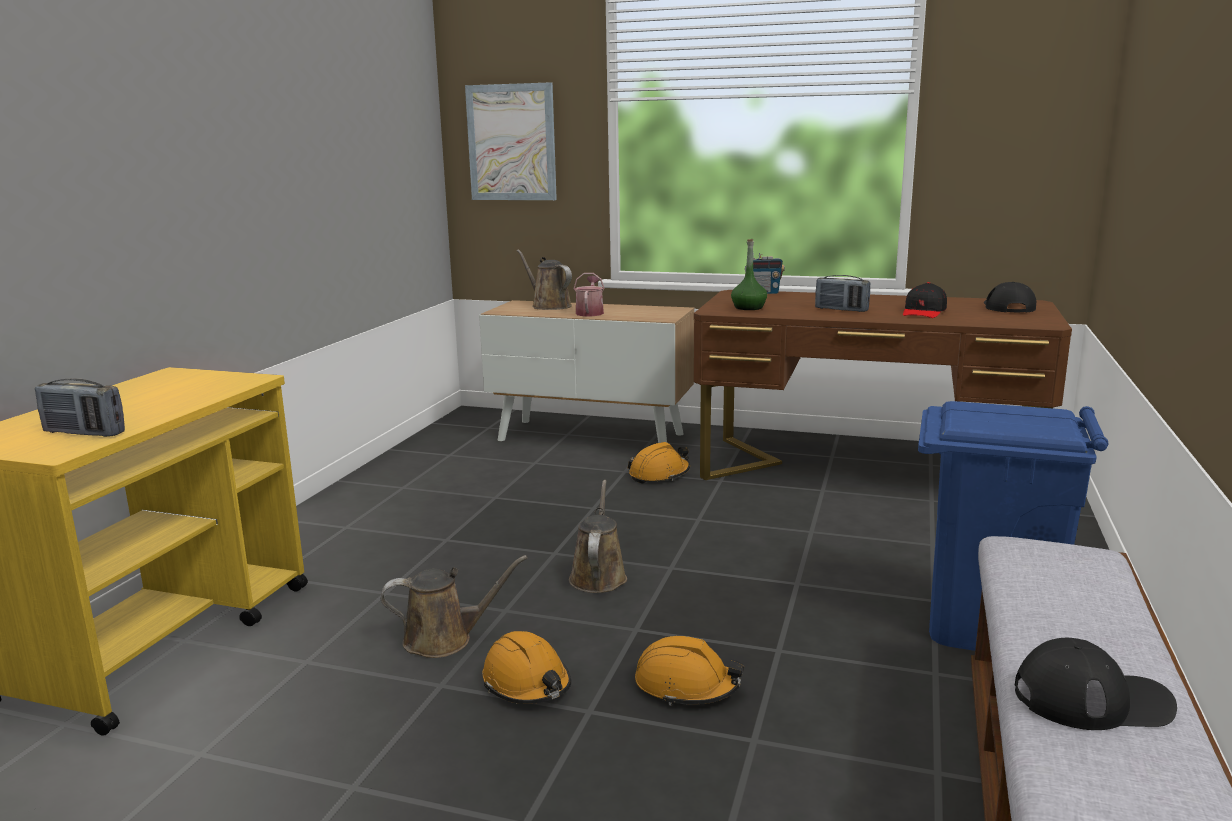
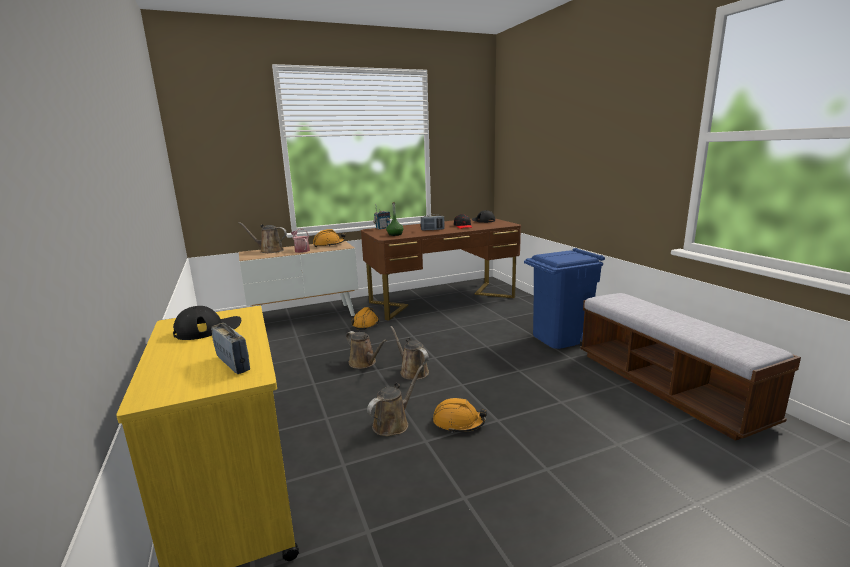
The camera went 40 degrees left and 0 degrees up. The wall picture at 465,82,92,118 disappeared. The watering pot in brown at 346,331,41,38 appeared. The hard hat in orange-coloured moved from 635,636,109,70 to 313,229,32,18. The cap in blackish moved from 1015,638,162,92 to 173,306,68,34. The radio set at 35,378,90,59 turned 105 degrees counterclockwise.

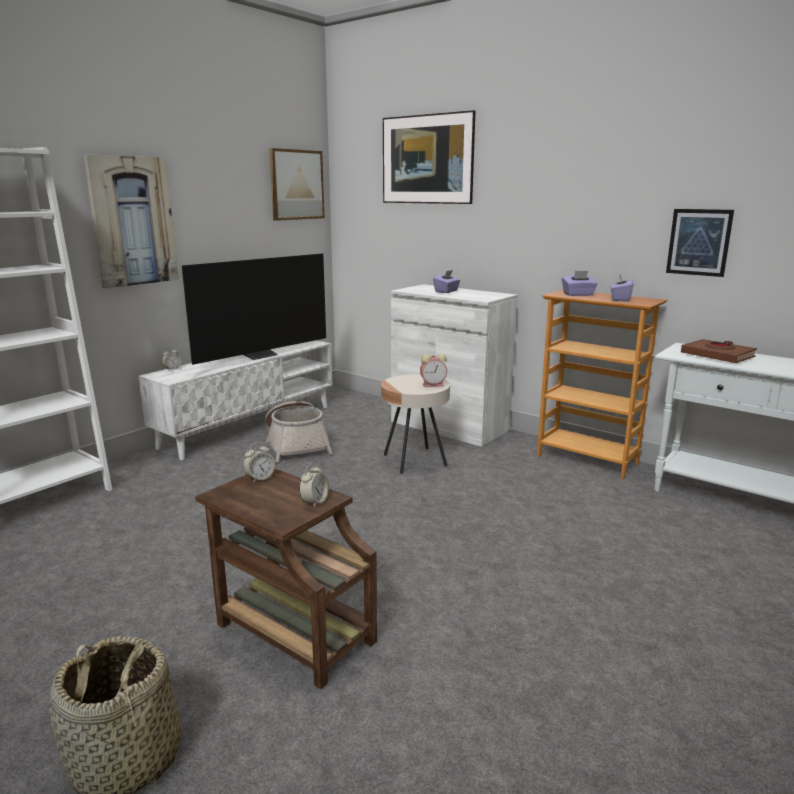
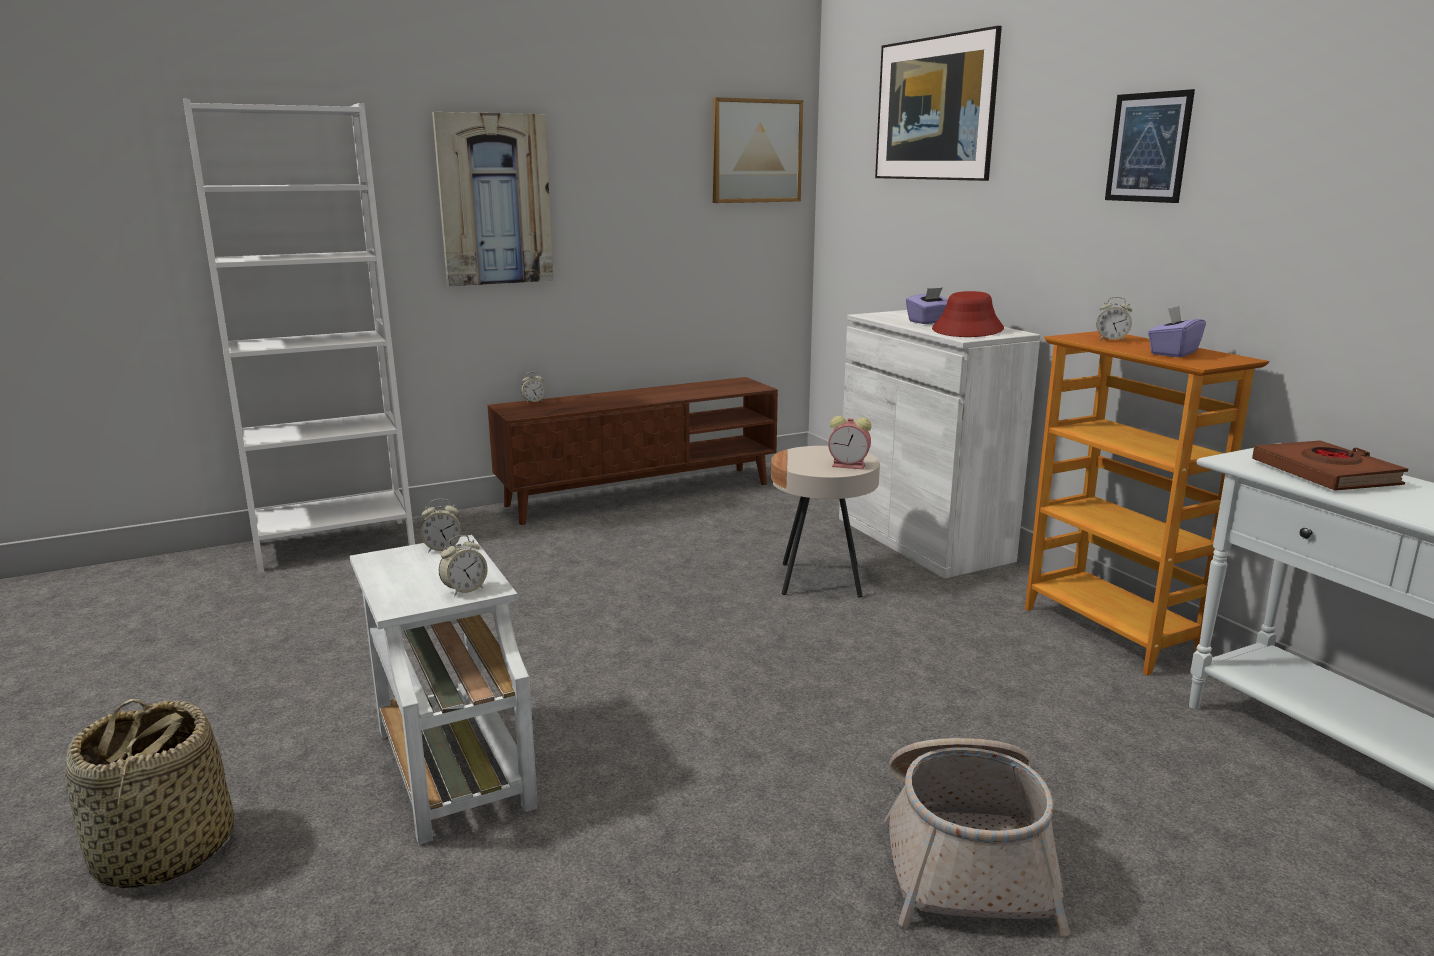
The camera went 25 degrees right and 0 degrees up. The TV set at 182,253,144,112 disappeared. The wearable hat in red-coloured at 932,291,72,46 appeared. The household basket moved from 265,401,68,61 to 884,738,186,199. The wall picture moved from 666,209,68,68 to 1105,89,90,114. The tissue holder in purple at 562,271,36,25 was replaced by the bedside clock at 1096,297,36,45. The media console in white-coloured at 138,340,194,120 became the media console in brown at 487,377,291,148. The side table in brown at 195,469,182,220 became the side table in white-coloured at 350,535,188,310.

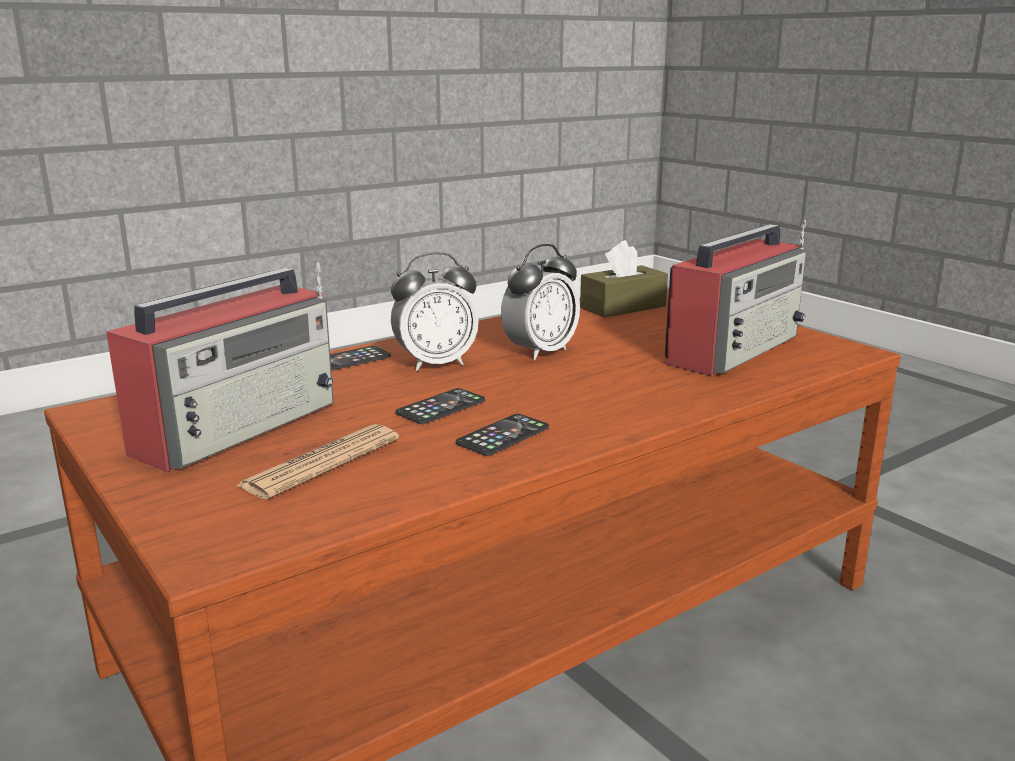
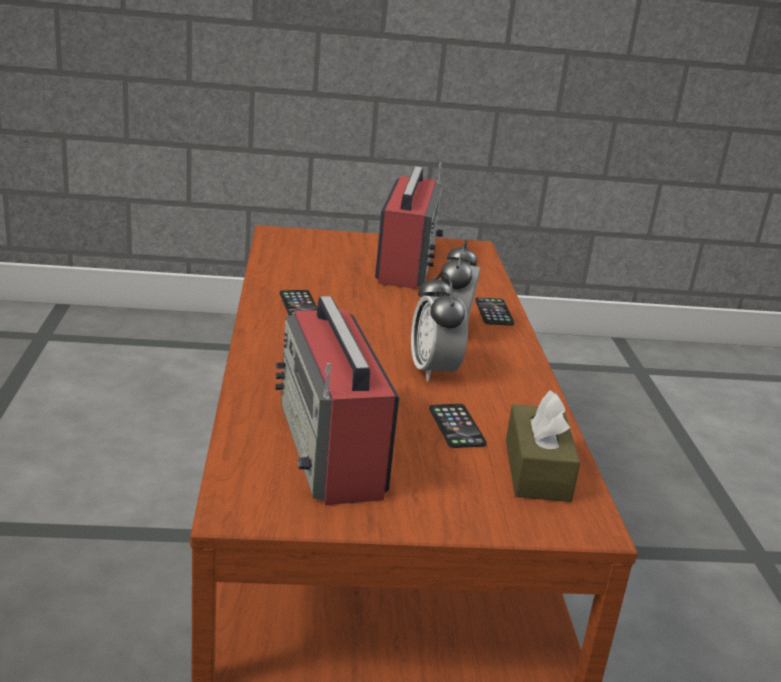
The camera went 120 degrees right and 5 degrees up. The newspaper at 236,424,163,75 disappeared. The handset moved from 395,388,90,36 to 429,404,58,44. The radio set at 106,262,228,210 turned 150 degrees counterclockwise.

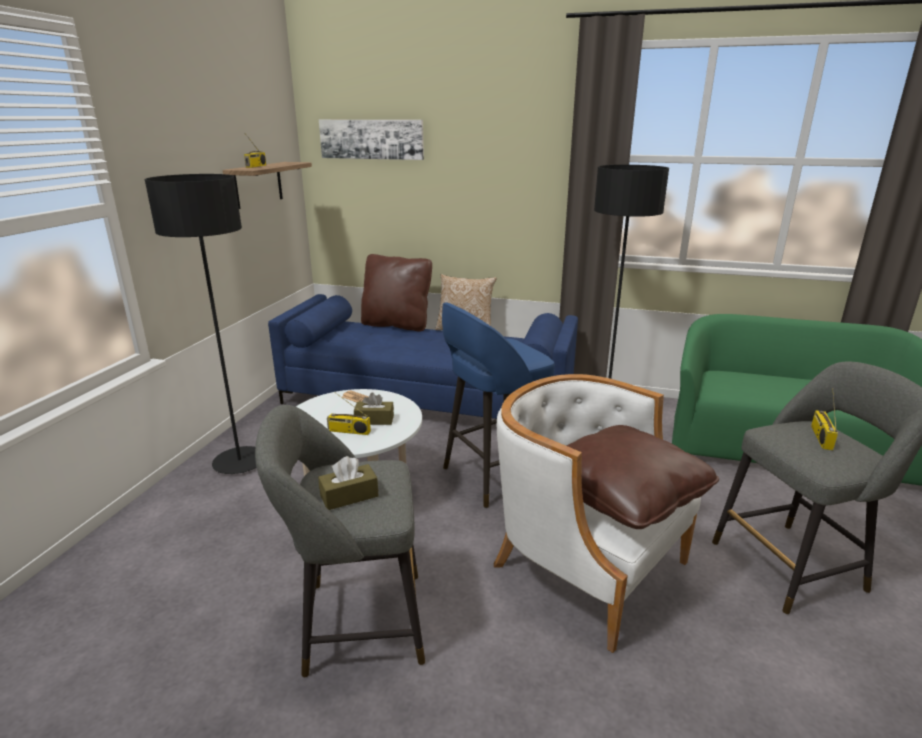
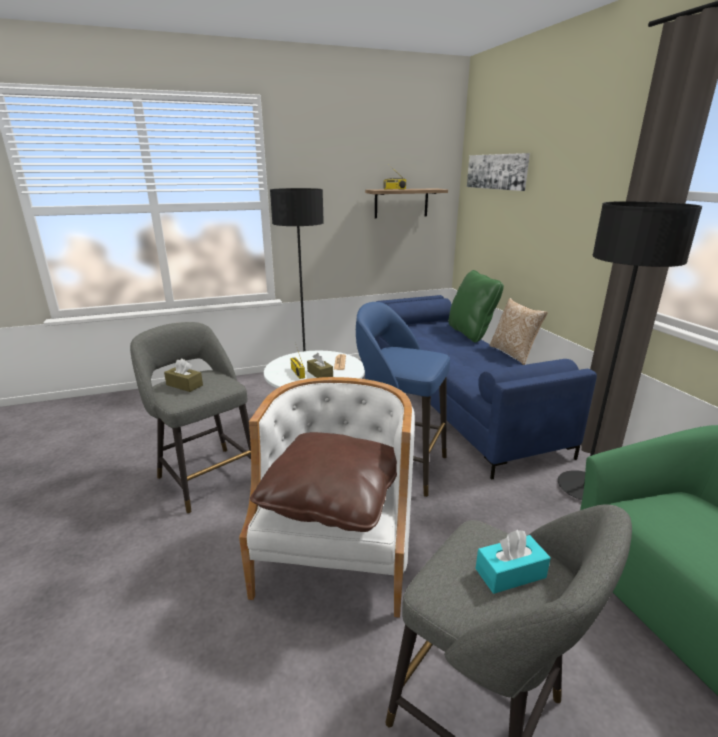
The camera went 55 degrees right and 0 degrees up. The radio set at 811,388,27,62 was replaced by the tissue holder in turquoise-coloured at 476,530,75,64. The pillow in brown at 361,254,71,78 became the pillow in green at 448,270,56,73.

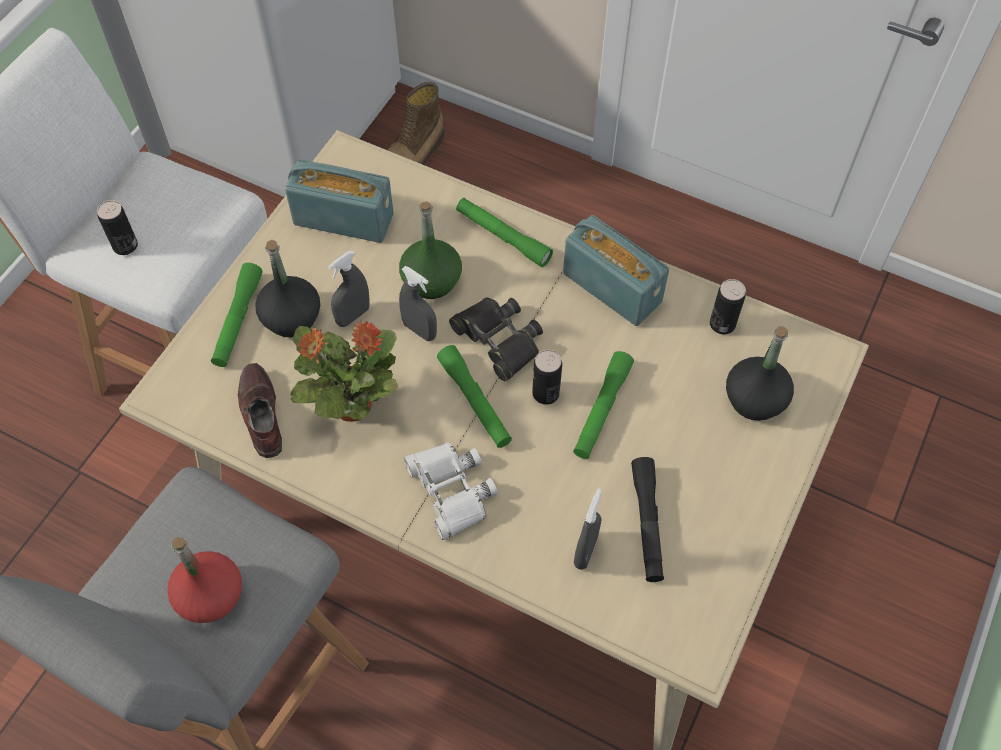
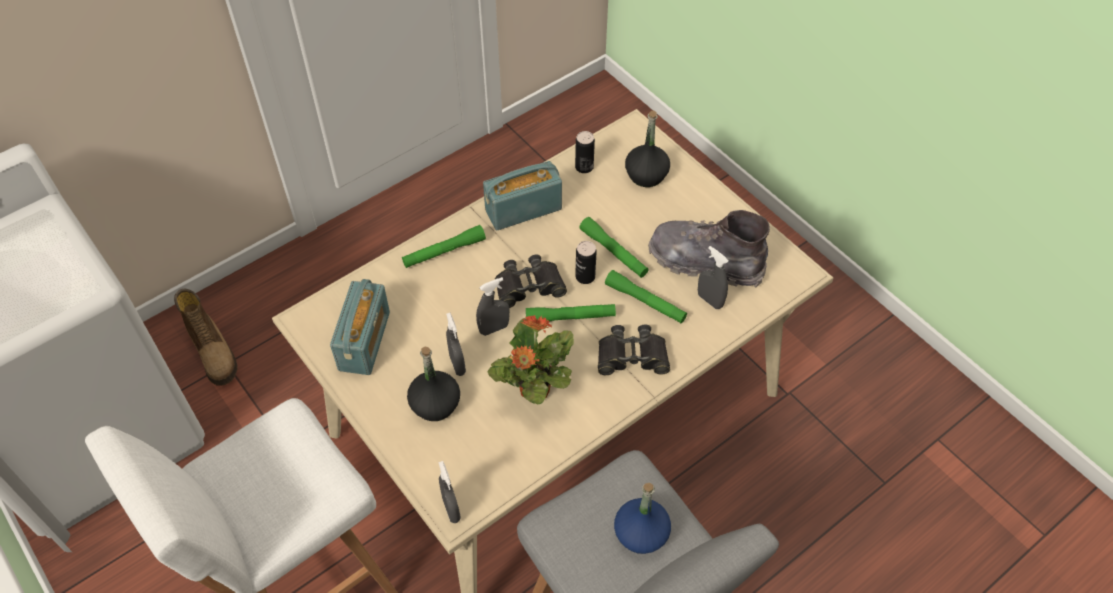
The camera went 65 degrees left and 5 degrees down. The can at 97,200,41,55 disappeared. The item of footwear in brown at 238,363,44,95 disappeared. The drink bottle in green at 399,201,63,98 disappeared. The spray bottle in greyish at 439,461,22,62 appeared. The torch in green moved from 211,263,52,104 to 605,270,82,53. The torch in blackish at 631,457,33,125 was replaced by the high-top boot in greyish at 648,210,122,78. The drink bottle in red-coloured at 167,537,75,86 became the drink bottle in blue-coloured at 614,483,57,71. The pair of binoculars in white-coloured at 404,442,94,98 became the pair of binoculars in blackish at 598,325,72,50. The radio set at 285,159,108,84 turned 150 degrees clockwise.

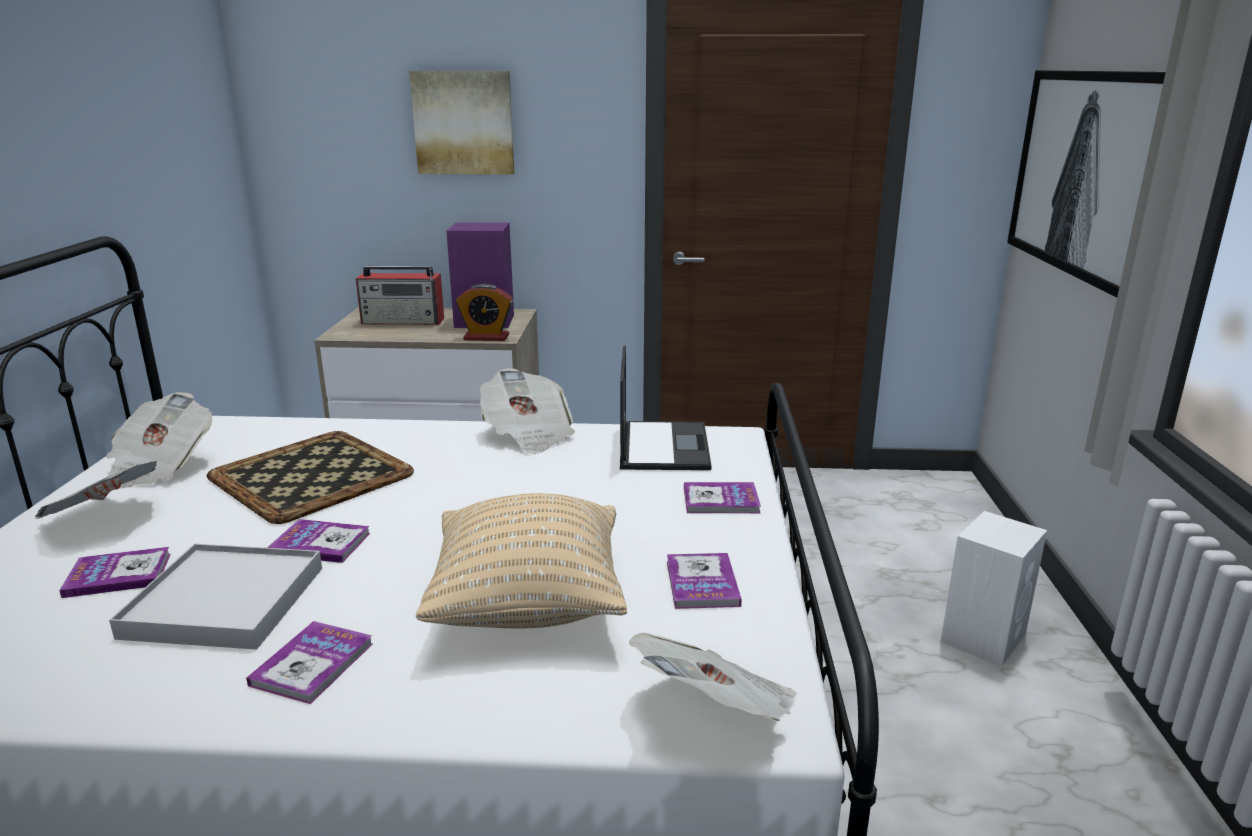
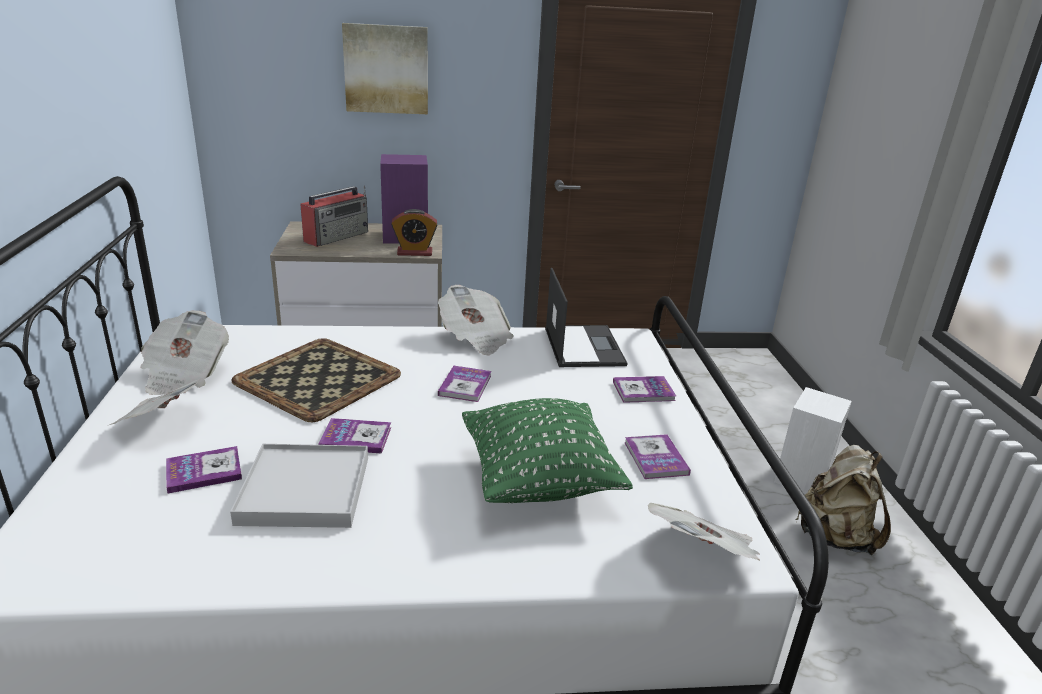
The camera went 10 degrees left and 5 degrees up. The wall picture at 1007,70,159,227 disappeared. The knapsack in beige at 796,445,95,110 appeared. The bound book moved from 246,621,127,83 to 438,366,53,36. The pillow in beige at 416,493,211,135 became the pillow in green at 462,398,171,105. The radio set at 356,266,88,59 turned 45 degrees counterclockwise.

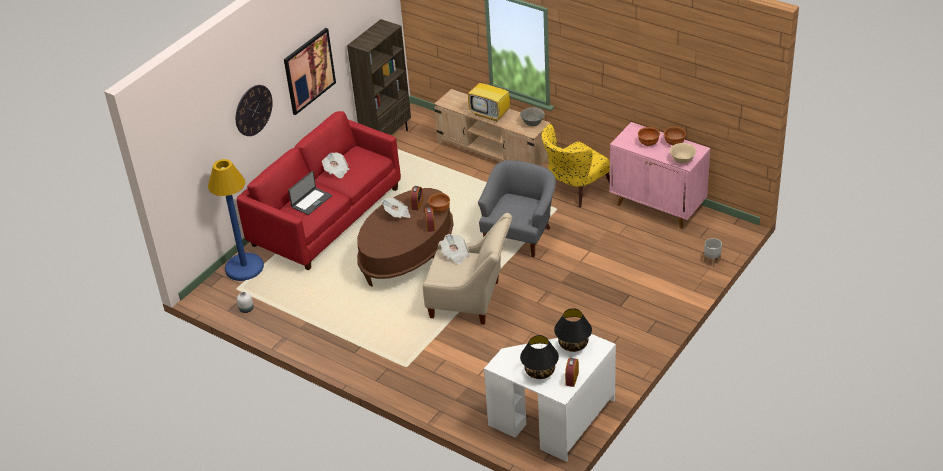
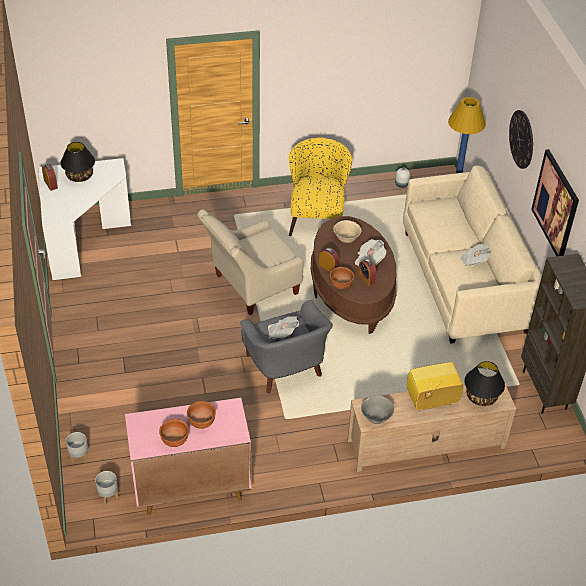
The camera went 130 degrees right and 5 degrees up. The portable computer at 288,171,44,44 disappeared. The planter in greyish at 95,471,24,34 appeared. The newspaper moved from 441,234,29,31 to 268,316,31,23. The easy chair in yellow-coloured moved from 541,124,69,83 to 289,138,64,98. The lamp for a table in blackish moved from 554,308,38,44 to 464,361,41,45. The serving bowl in beige moved from 670,143,26,20 to 333,220,28,23. The couch in red-coloured at 237,111,164,159 became the couch in beige at 403,166,139,178.

